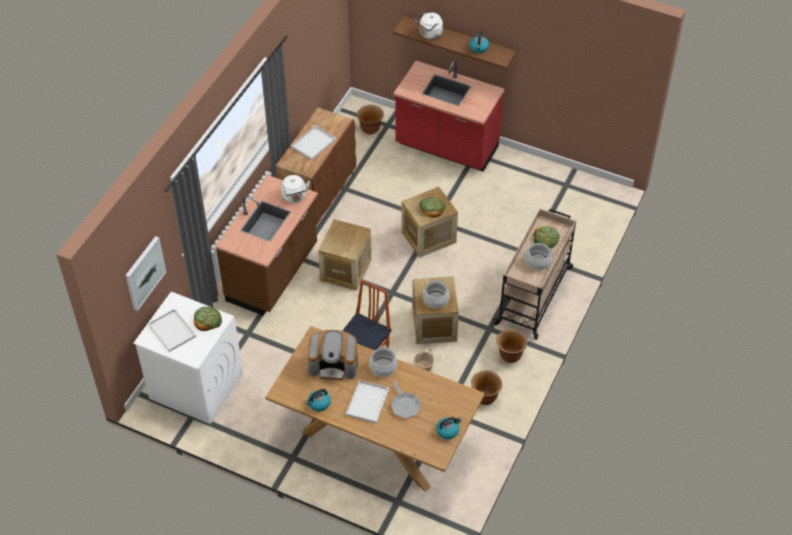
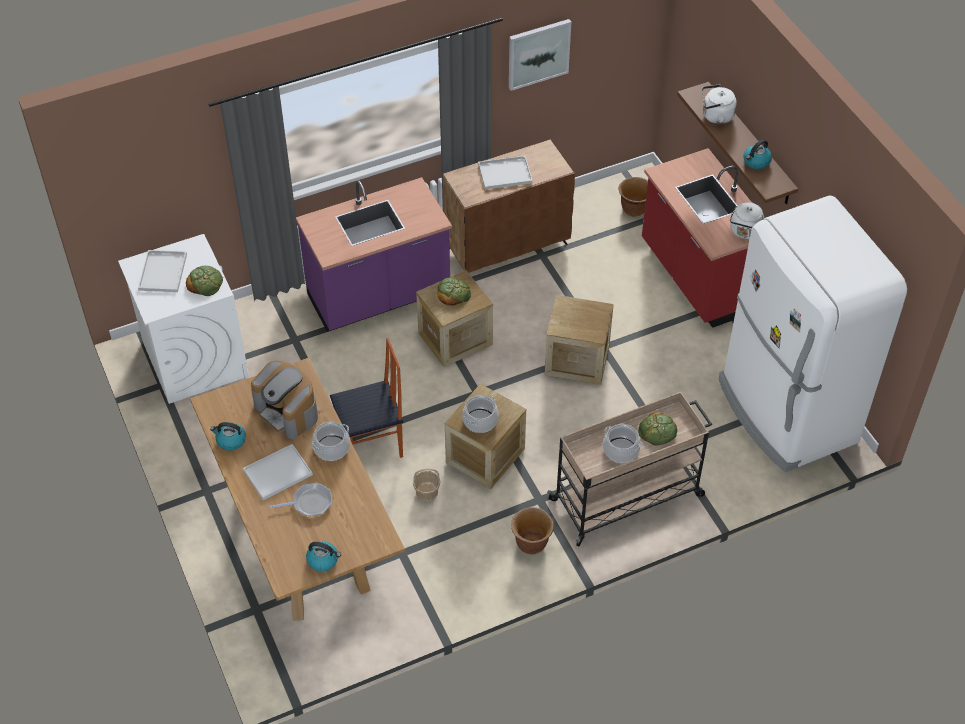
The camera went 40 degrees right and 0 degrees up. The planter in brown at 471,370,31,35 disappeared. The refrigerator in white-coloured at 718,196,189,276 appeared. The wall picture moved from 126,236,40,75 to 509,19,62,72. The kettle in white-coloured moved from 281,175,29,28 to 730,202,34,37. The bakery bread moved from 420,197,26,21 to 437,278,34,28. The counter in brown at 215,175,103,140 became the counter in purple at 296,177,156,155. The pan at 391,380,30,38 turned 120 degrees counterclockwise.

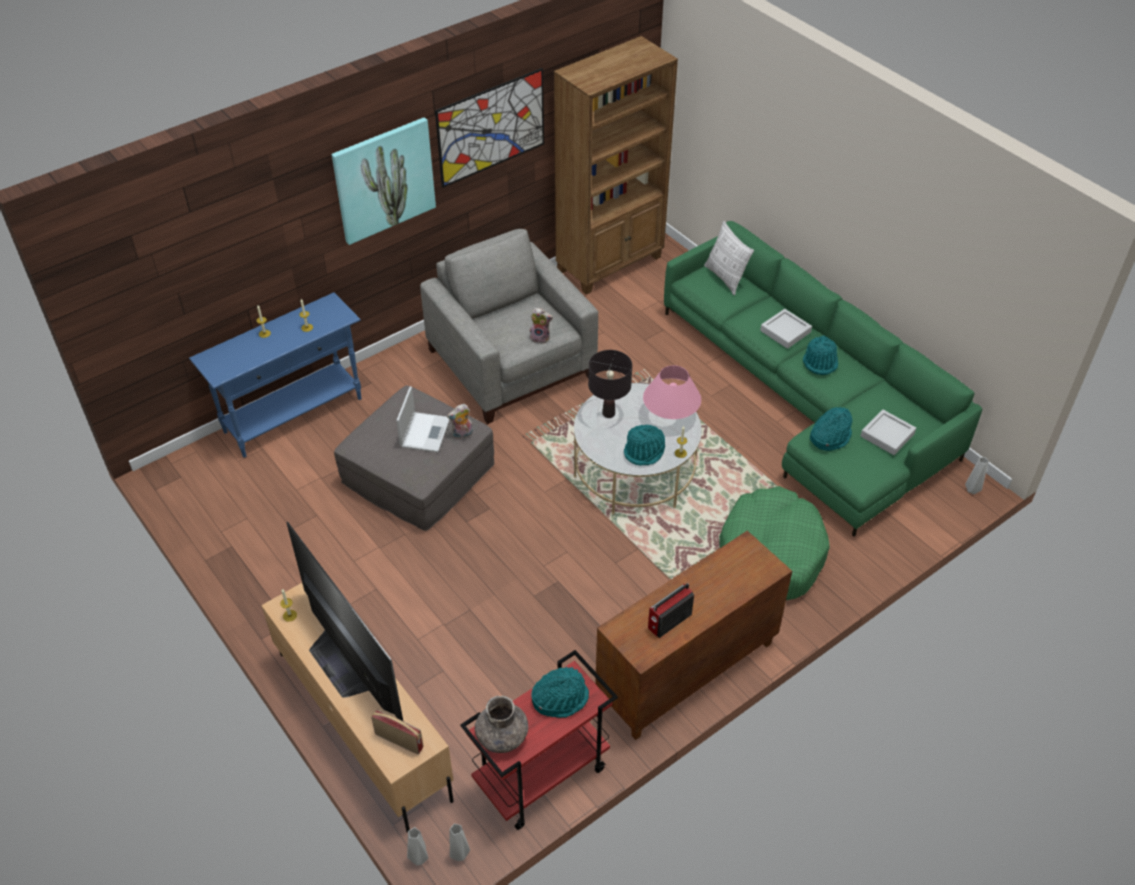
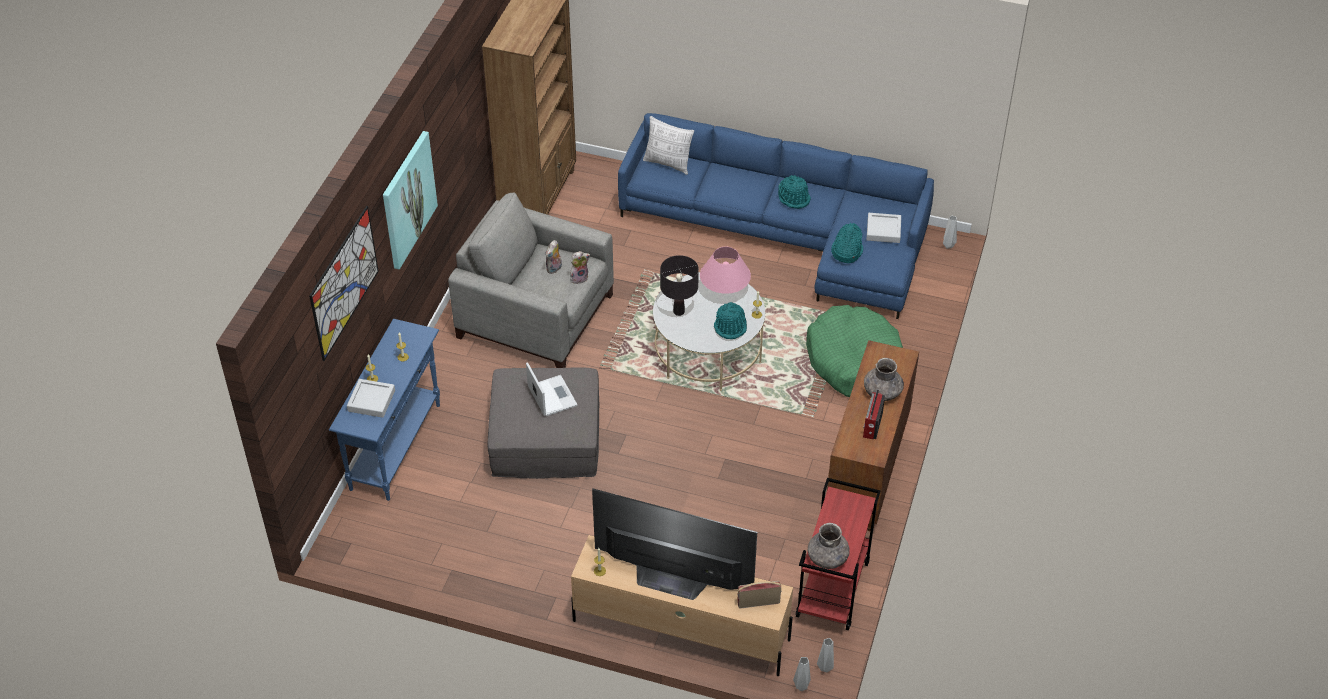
The camera went 35 degrees left and 0 degrees up. The wearable hat in turquoise-coloured at 531,667,58,51 disappeared. The flower vase in greyish at 864,358,40,43 appeared. The wall picture moved from 435,68,109,120 to 309,206,70,155. The plush toy moved from 447,404,26,35 to 545,240,17,34. The tray in greyish moved from 760,309,52,40 to 347,379,48,39. The couch in green at 664,221,319,316 became the couch in blue-coloured at 618,113,316,206.

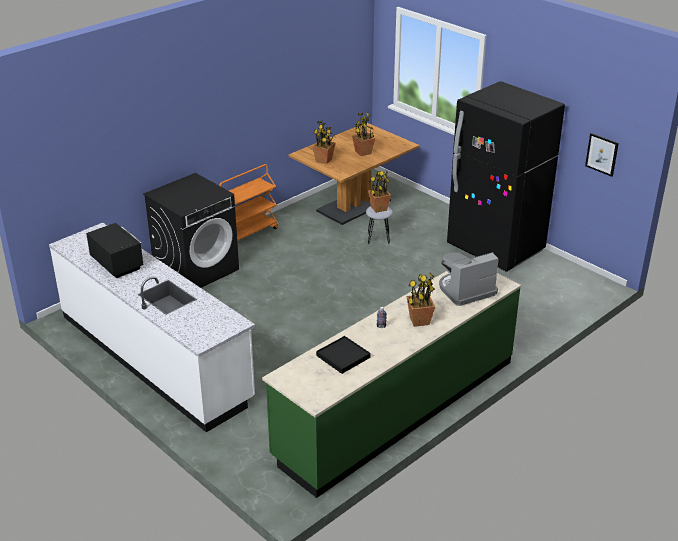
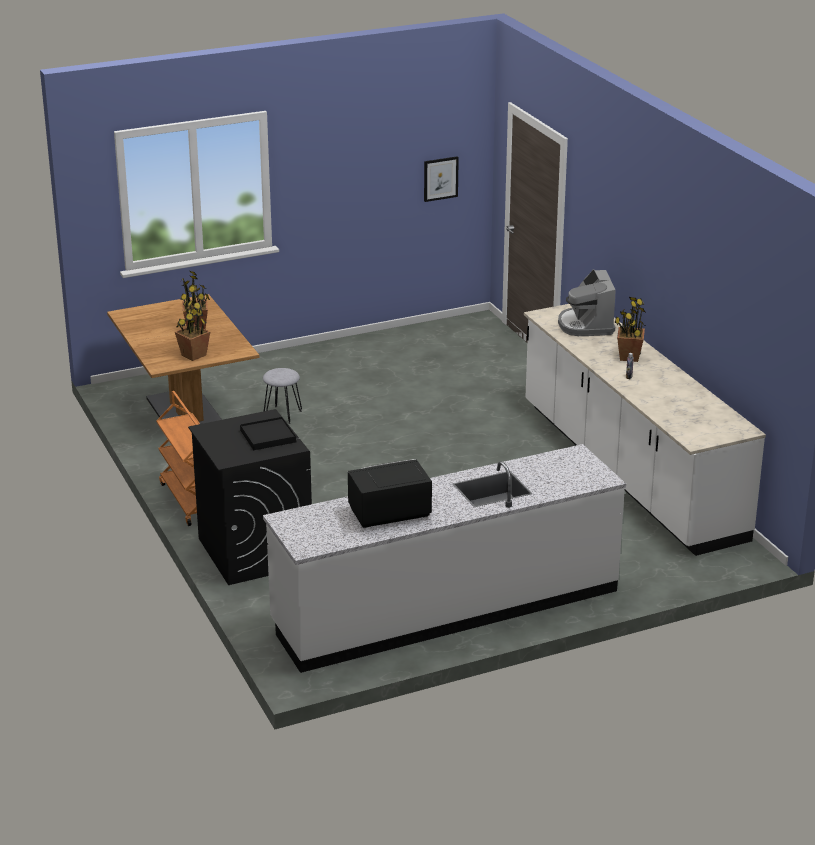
The camera went 70 degrees left and 5 degrees down. The houseplant at 368,170,23,43 disappeared. The refrigerator in blackish at 447,81,118,191 disappeared. The tray in blackish moved from 316,336,55,38 to 240,417,56,33. The counter in green at 262,271,259,227 became the counter in white-coloured at 524,304,242,252.

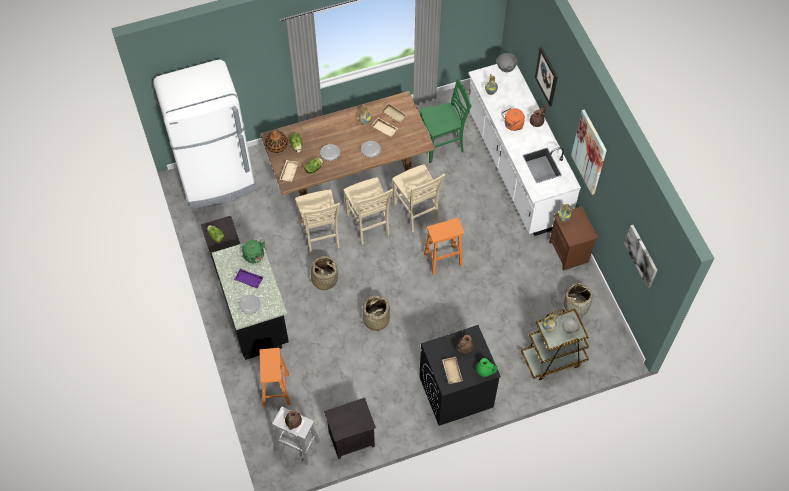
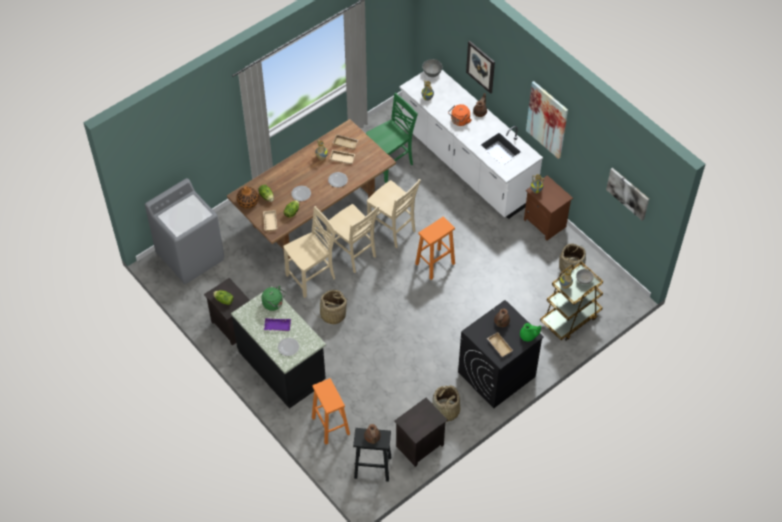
The camera went 20 degrees left and 5 degrees down. The household basket moved from 363,296,27,36 to 432,385,28,38. The refrigerator in white-coloured at 153,60,103,149 was replaced by the laundry machine in greyish at 145,178,79,106. The stool in white-coloured at 272,407,48,58 became the stool in blackish at 353,428,38,54. The chair in beige at 295,190,45,65 turned 90 degrees counterclockwise.

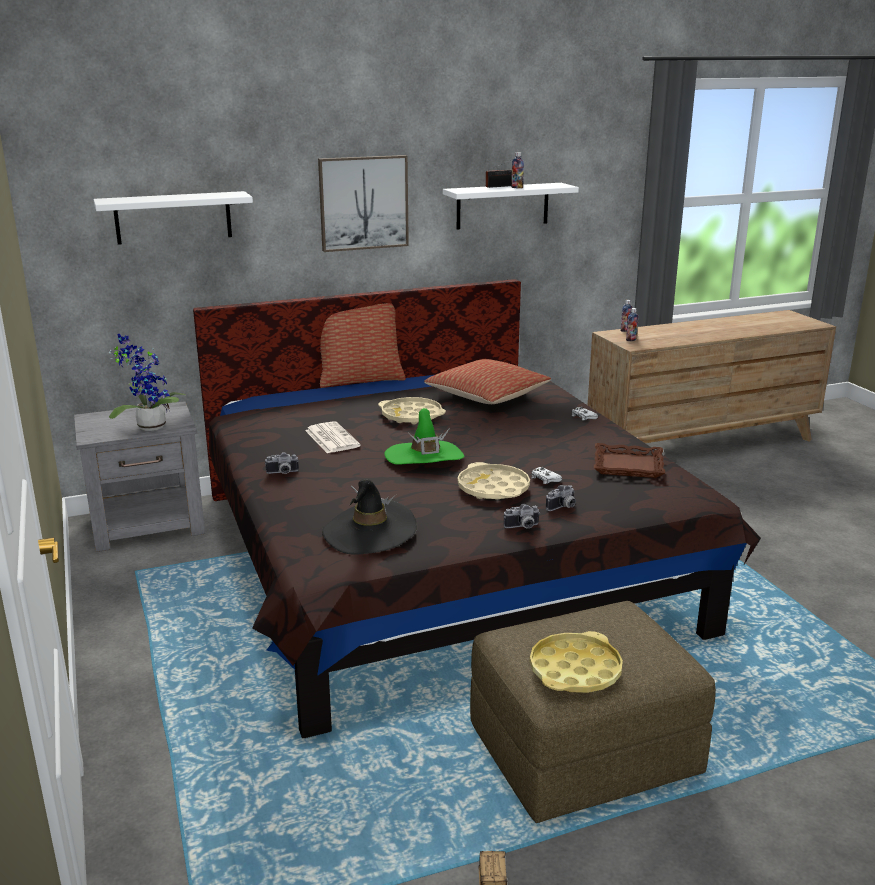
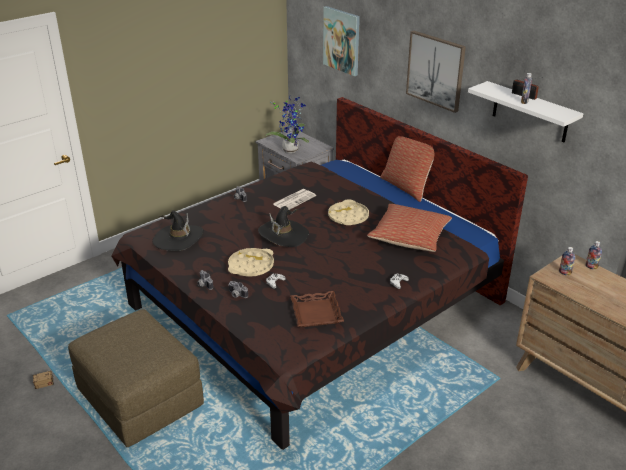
The camera went 70 degrees right and 10 degrees up. The tray in yellow-coloured at 530,631,93,62 disappeared. The bracket shelf in white-coloured at 94,191,159,54 was replaced by the wall picture at 323,6,37,70. The wearable hat in green at 384,408,80,57 became the wearable hat in blackish at 258,206,51,41.

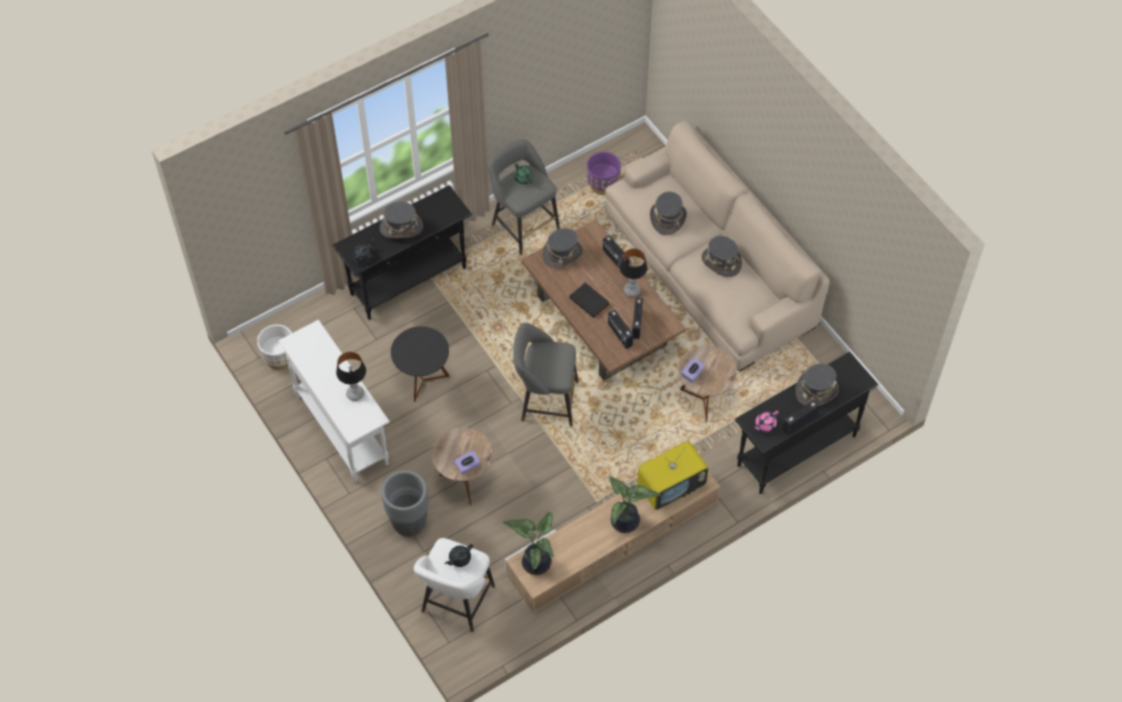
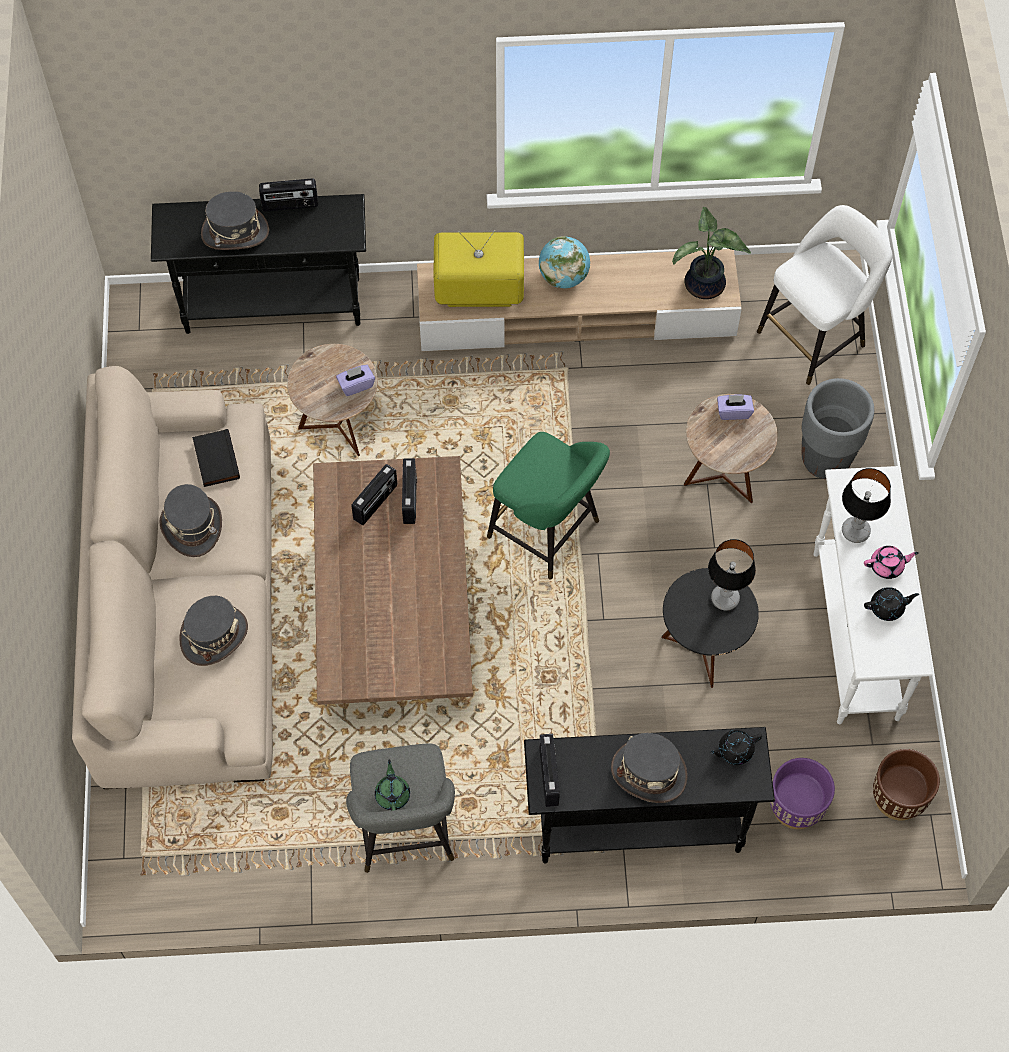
The camera went 150 degrees left and 5 degrees up. The wearable hat in greyish at 542,228,41,40 disappeared. The tea pot in blackish moved from 444,544,29,23 to 864,587,55,34. The bound book in blackish moved from 569,283,40,35 to 192,429,48,58. The planter in purple moved from 587,152,34,43 to 770,758,65,71. The radio set moved from 603,235,27,33 to 539,734,21,73. The lamp for a table moved from 619,249,28,48 to 708,539,48,71. The tea pot in pink moved from 753,411,26,21 to 864,546,55,33. The houseplant at 609,477,52,56 was replaced by the globe at 539,236,51,52. The planter in white-coloured at 257,325,35,45 became the planter in brown at 873,749,67,72. The stool in greyish at 513,323,66,104 became the stool in green at 487,432,123,148.

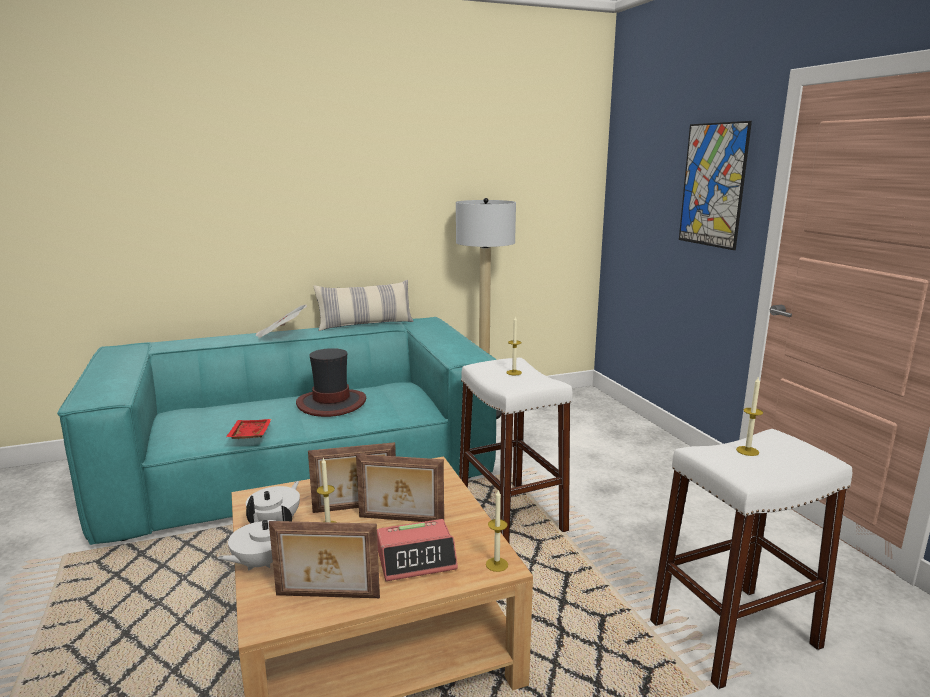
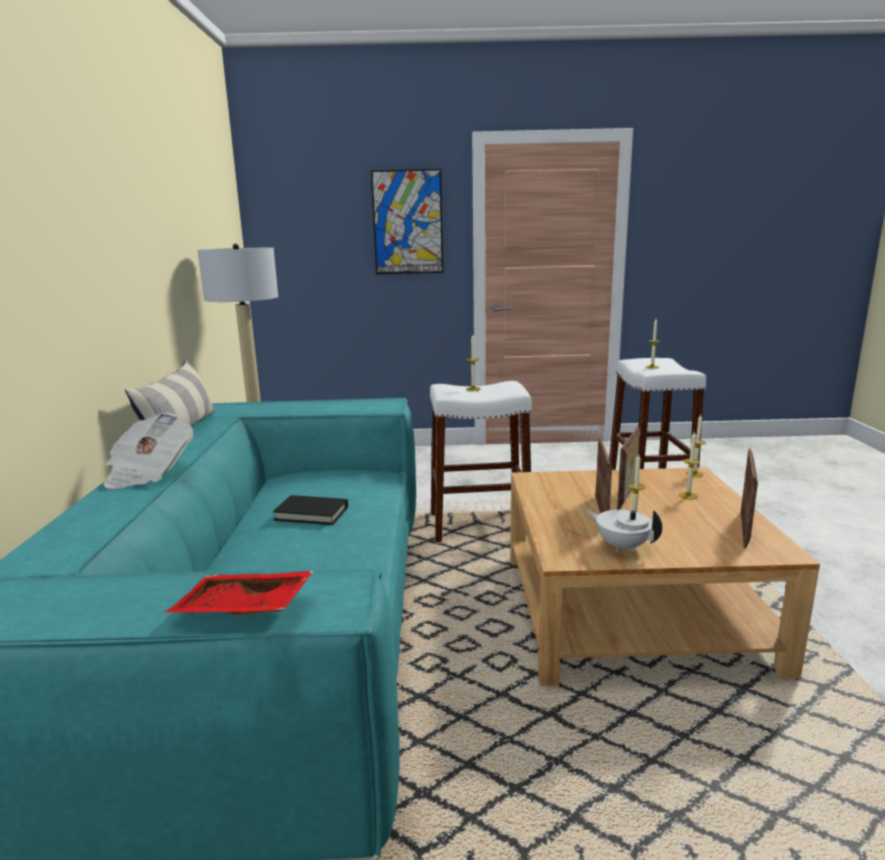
The camera went 70 degrees left and 0 degrees up. The tea pot in white-coloured at 217,505,75,65 disappeared. The tray in red-coloured moved from 226,419,45,20 to 166,571,148,45. The wearable hat at 296,348,70,69 was replaced by the bound book in blackish at 273,495,75,30. The bedside clock at 377,519,81,62 was replaced by the wax light at 679,431,21,69.

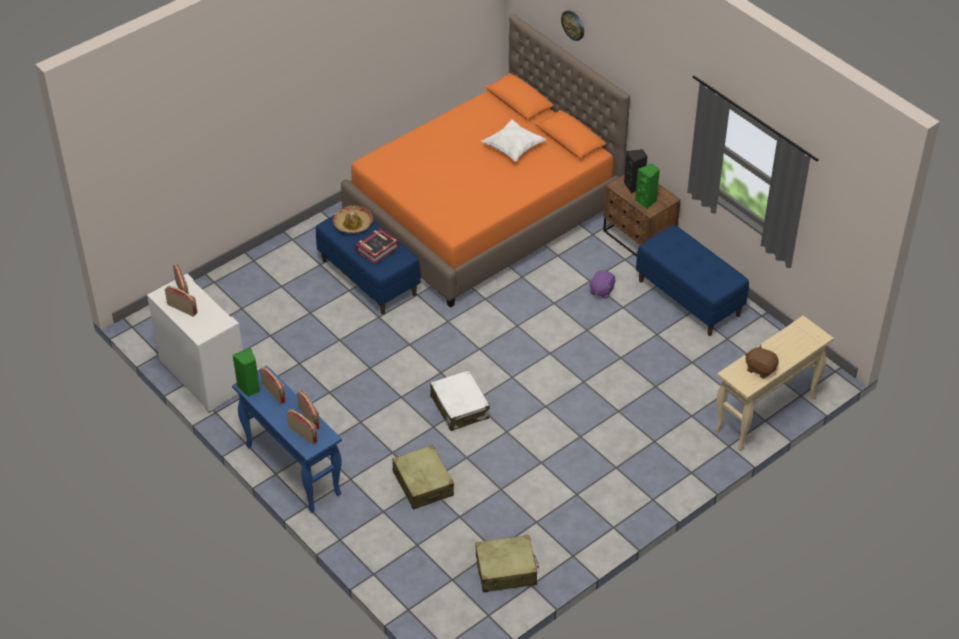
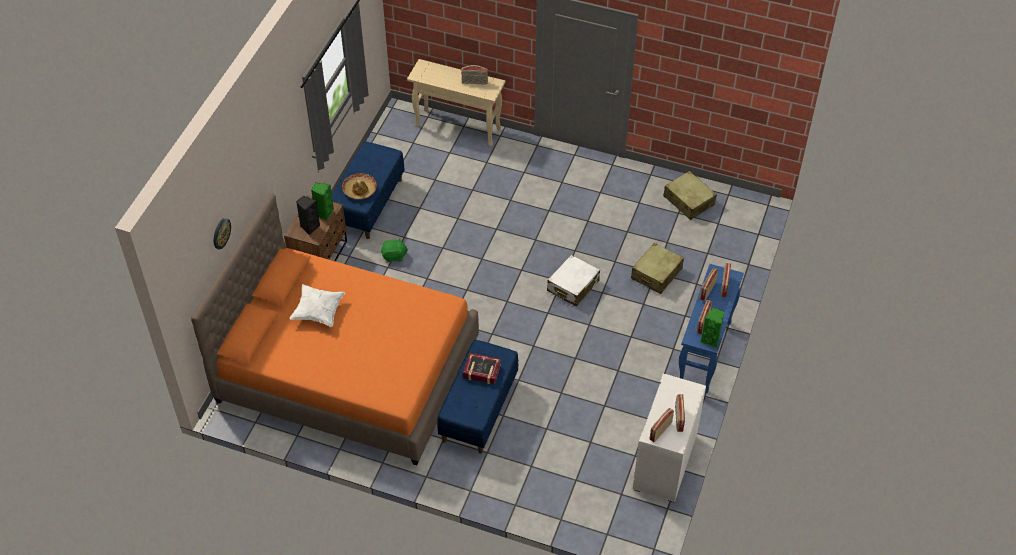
The camera went 120 degrees left and 5 degrees up. The wearable hat moved from 333,206,40,28 to 342,173,35,26. The plush toy in brown at 745,345,34,33 was replaced by the radio set at 461,65,27,20. The plush toy in purple at 588,270,27,29 became the plush toy in green at 381,238,27,24.

